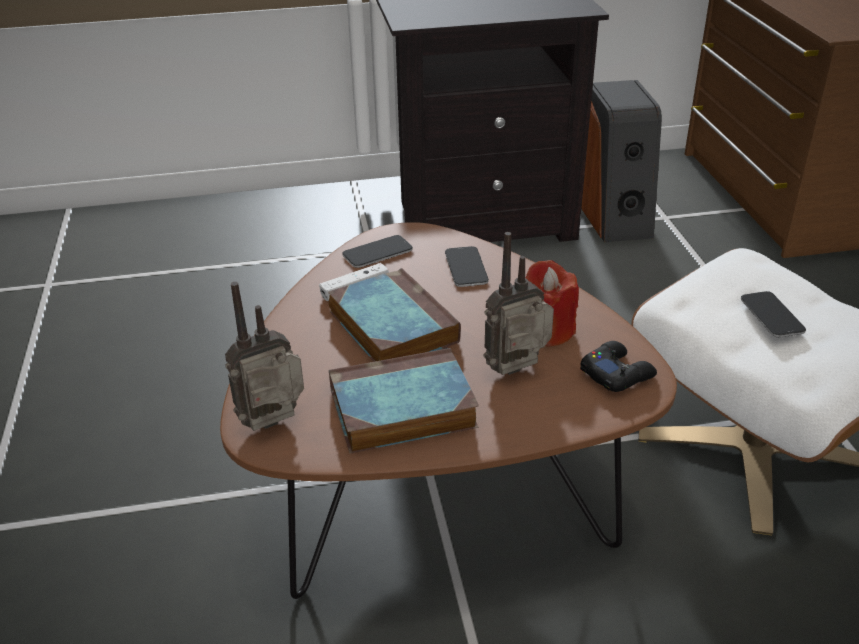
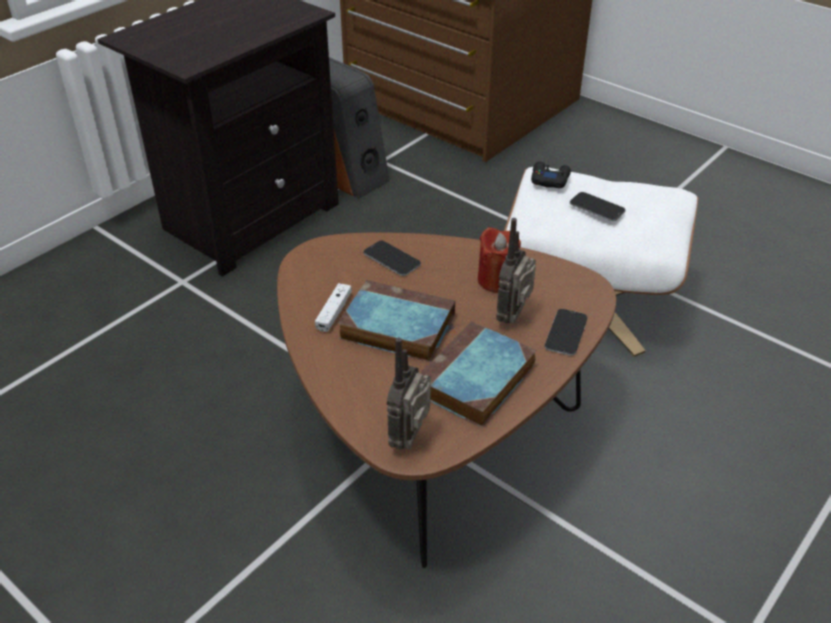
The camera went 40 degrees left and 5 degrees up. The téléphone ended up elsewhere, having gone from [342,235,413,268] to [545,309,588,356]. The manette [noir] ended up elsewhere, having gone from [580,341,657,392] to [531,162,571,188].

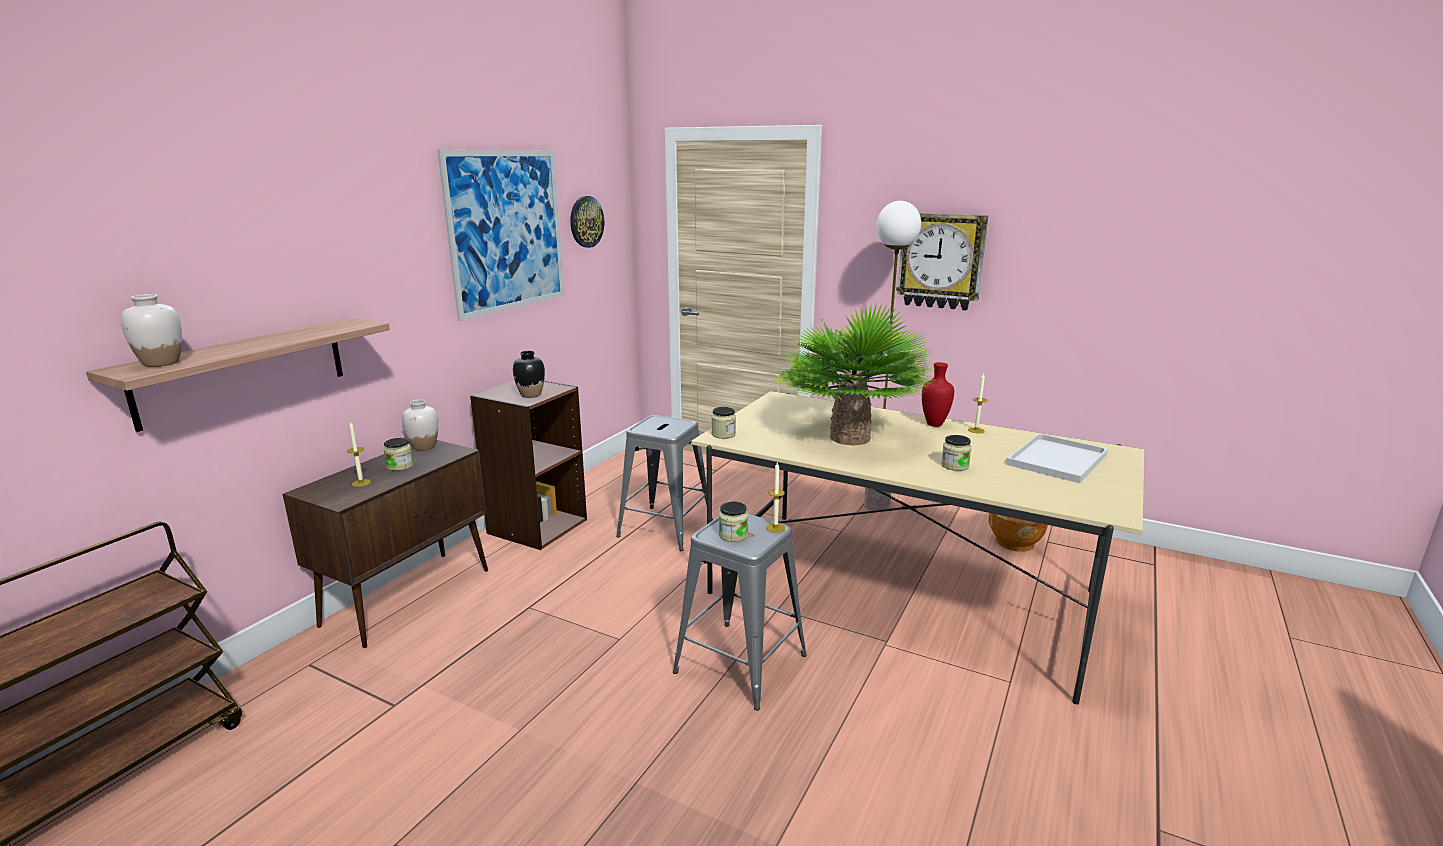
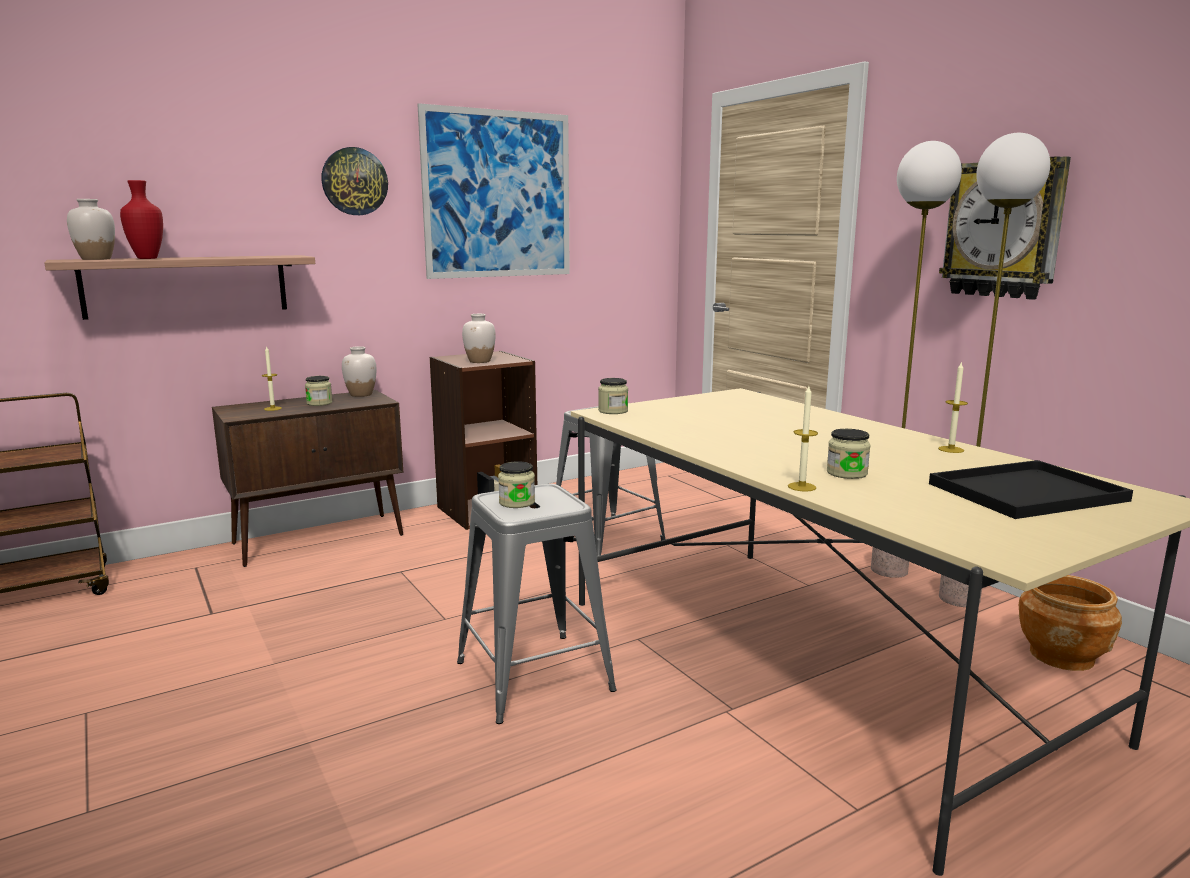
The camera went 30 degrees right and 5 degrees down. The second view lost the plante en pot at [772,303,936,446]. The second view gained the lampadaire at [939,133,1050,607]. The horloge murale ended up elsewhere, having gone from [570,196,604,248] to [321,147,388,215]. The bougie ended up elsewhere, having gone from [766,461,785,533] to [788,386,818,492]. The vase [rouge] ended up elsewhere, having gone from [922,362,954,427] to [120,180,163,259]. What was the vase [noir] at [513,351,545,398] turned into the vase [blanc] at [462,314,496,363]. What was the plateau [blanc] at [1006,433,1108,483] turned into the plateau [noir] at [929,460,1133,519].

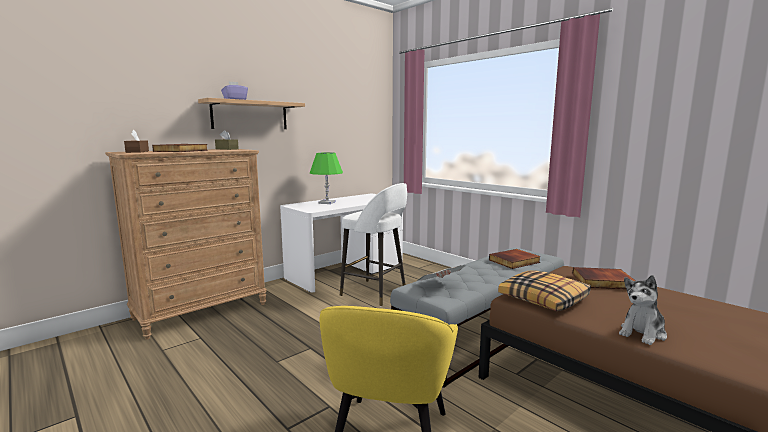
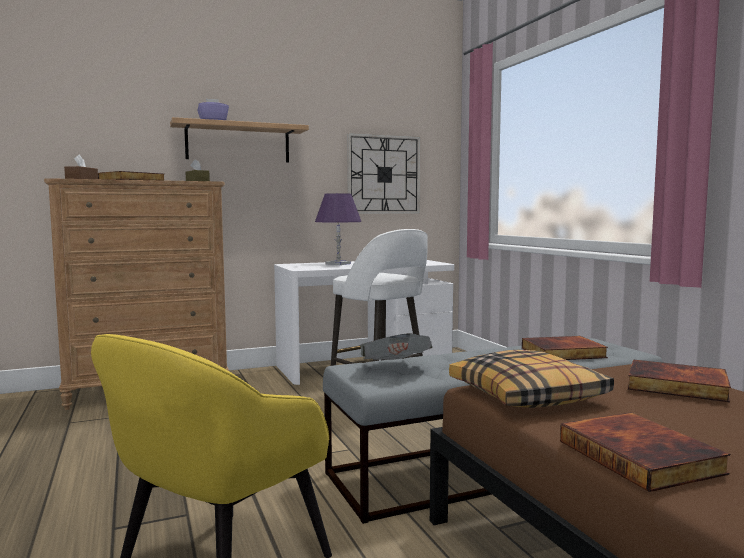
The camera went 20 degrees right and 5 degrees down. The second view gained the horloge murale at [347,133,421,214]. Where the peluche stood at [619,275,667,345], the livre came to stand at [560,412,730,492]. What was the lampe de table [vert] at [310,152,343,204] turned into the lampe de table [violet] at [315,193,361,265].

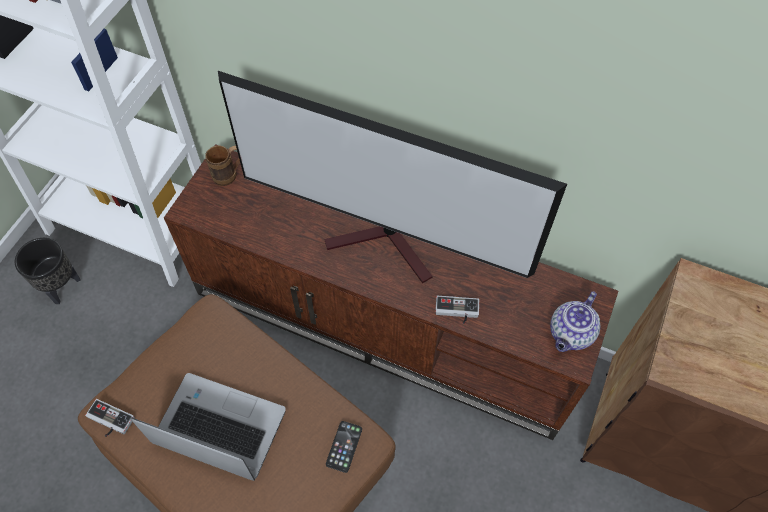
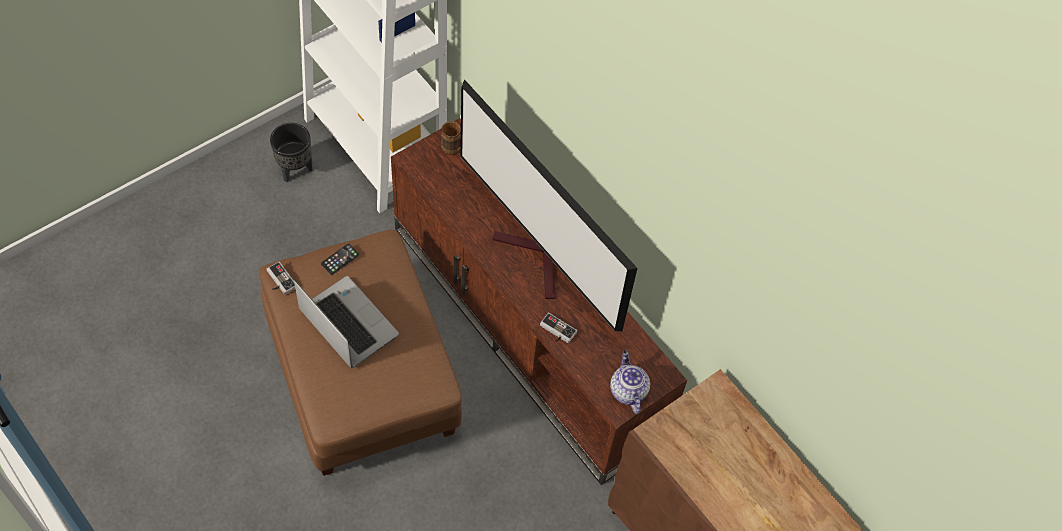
The camera went 25 degrees right and 0 degrees up. The téléphone ended up elsewhere, having gone from [326,421,362,473] to [321,244,359,275]. The théière at [550,291,600,352] ended up facing another way, 105 degrees clockwise from before.

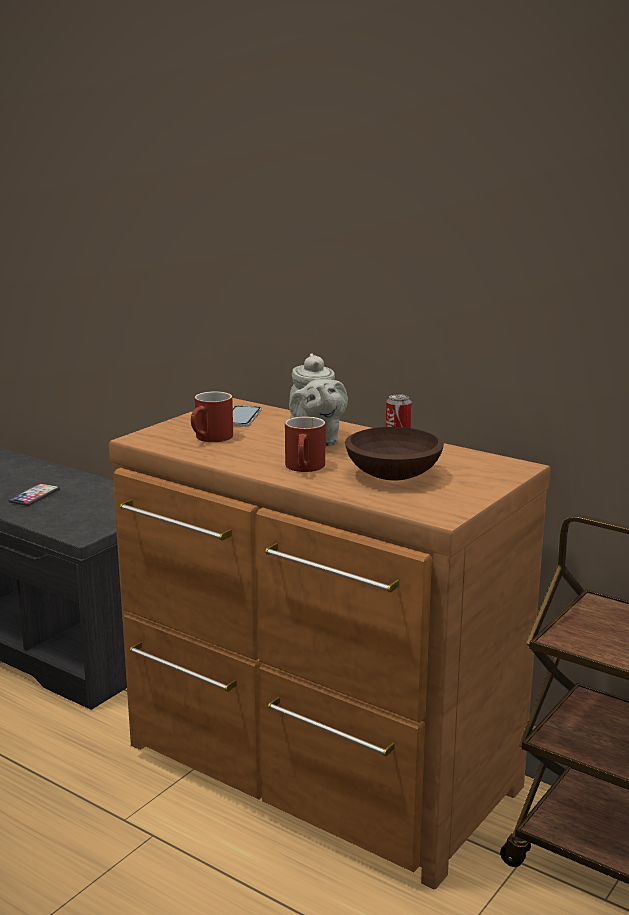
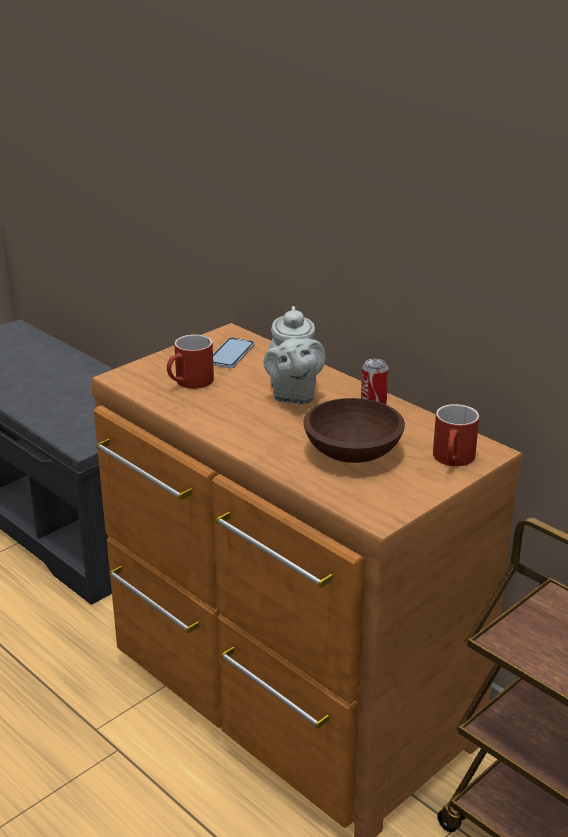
The camera went 10 degrees right and 10 degrees up. The second view lost the téléphone at [9,483,60,506]. The mug [rouge] ended up elsewhere, having gone from [285,417,325,472] to [433,404,479,466].

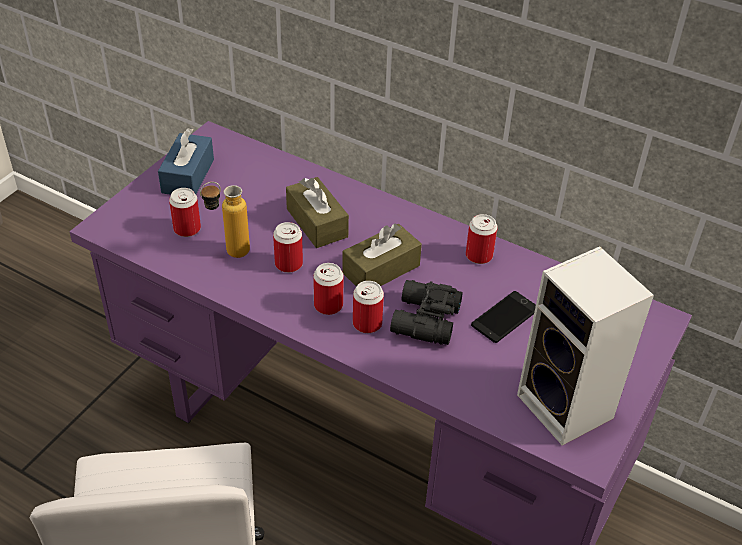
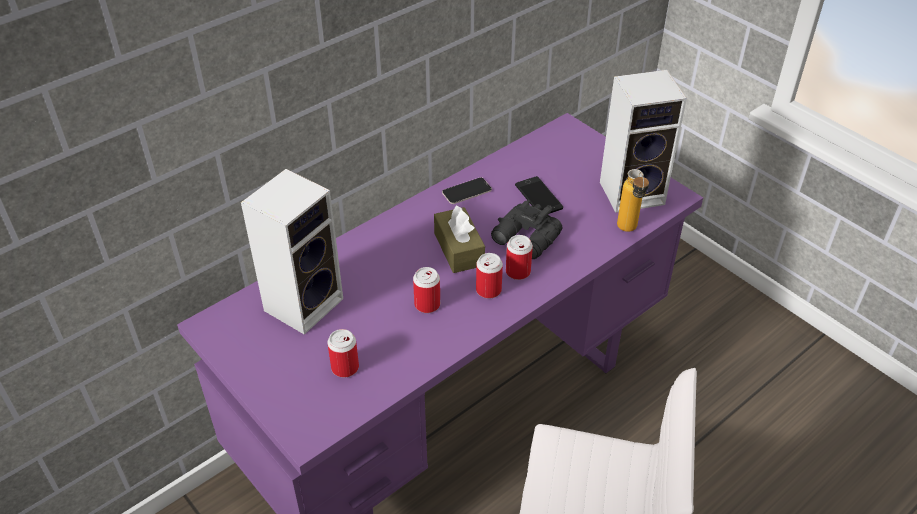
The camera went 70 degrees left and 0 degrees up. The second view lost the boîte à mouchoirs [bleu] at [158,128,214,195]. The second view lost the boîte à mouchoirs [marron] at [286,177,349,248]. The second view gained the enceinte at [241,169,343,335]. The bouteille ended up elsewhere, having gone from [200,182,250,258] to [617,169,649,232]. Where the boîte métallique stood at [466,214,498,264], the téléphone came to stand at [442,177,492,204].

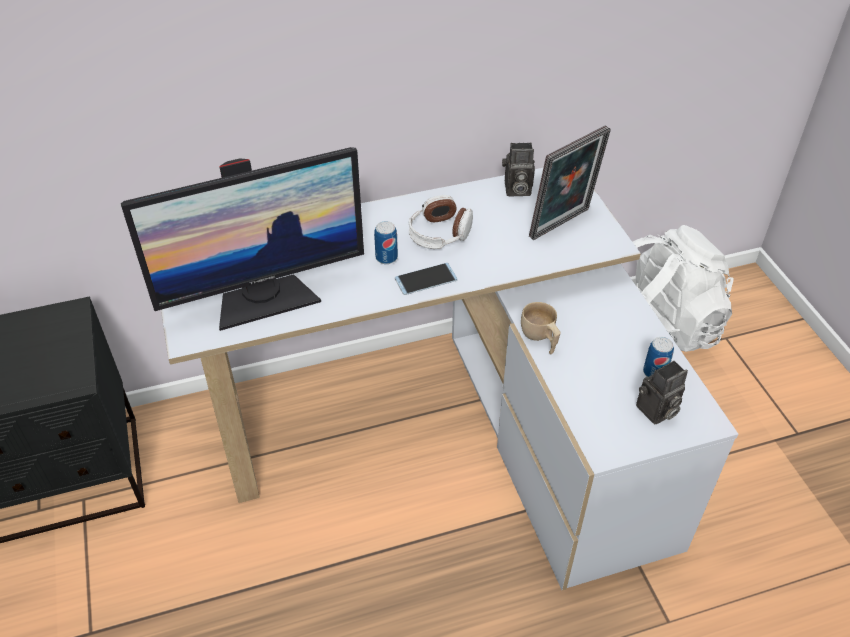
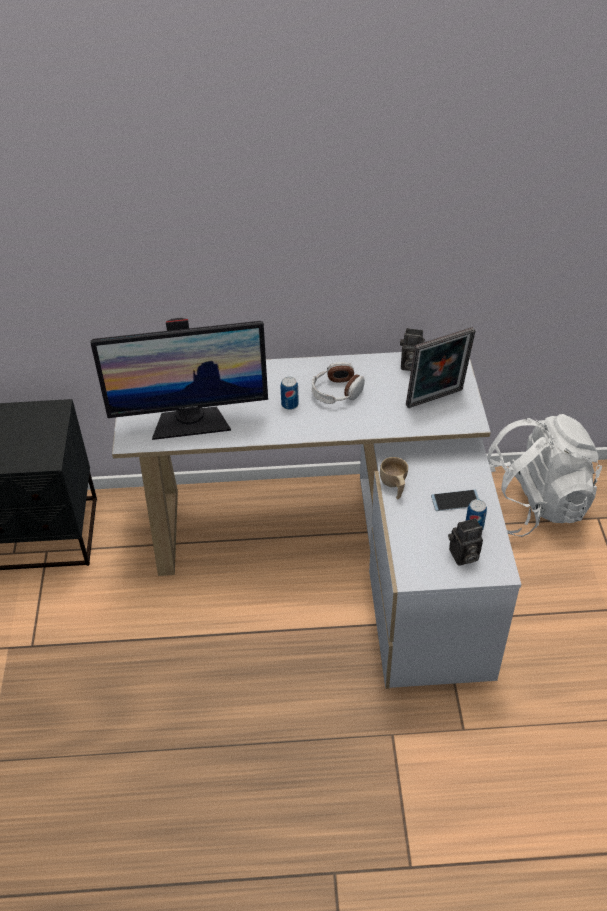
The camera went 15 degrees right and 0 degrees up. The téléphone ended up elsewhere, having gone from [395,263,458,295] to [431,490,480,511].

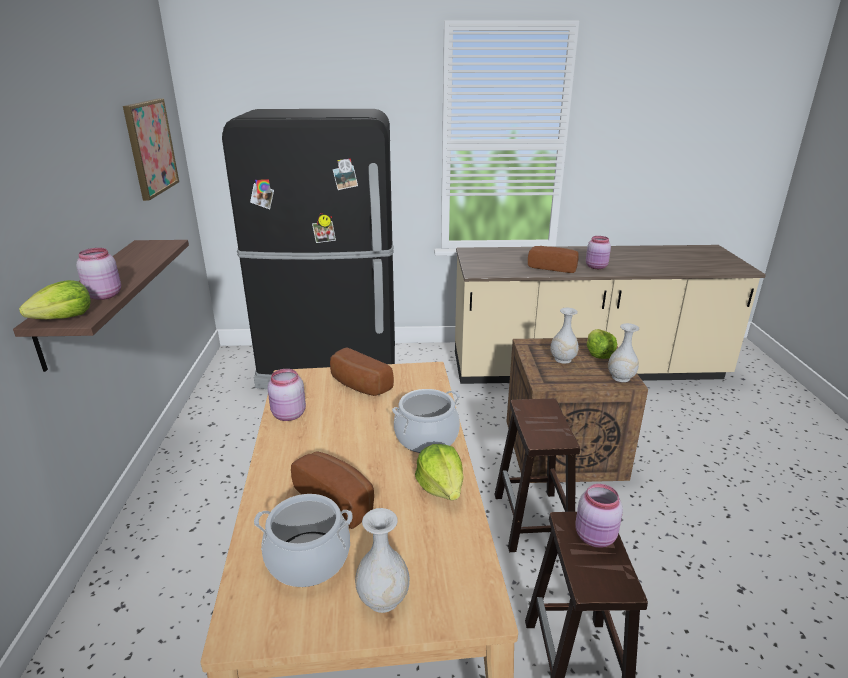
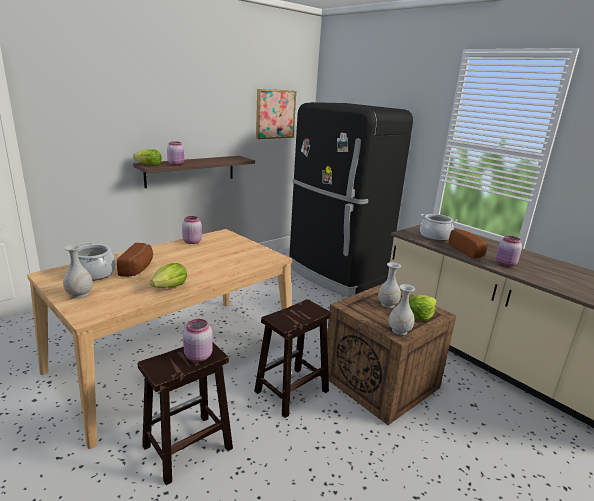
The camera went 50 degrees right and 5 degrees down. The second view lost the pain at [330,347,394,396]. The marmite ended up elsewhere, having gone from [392,389,460,453] to [420,214,458,241].

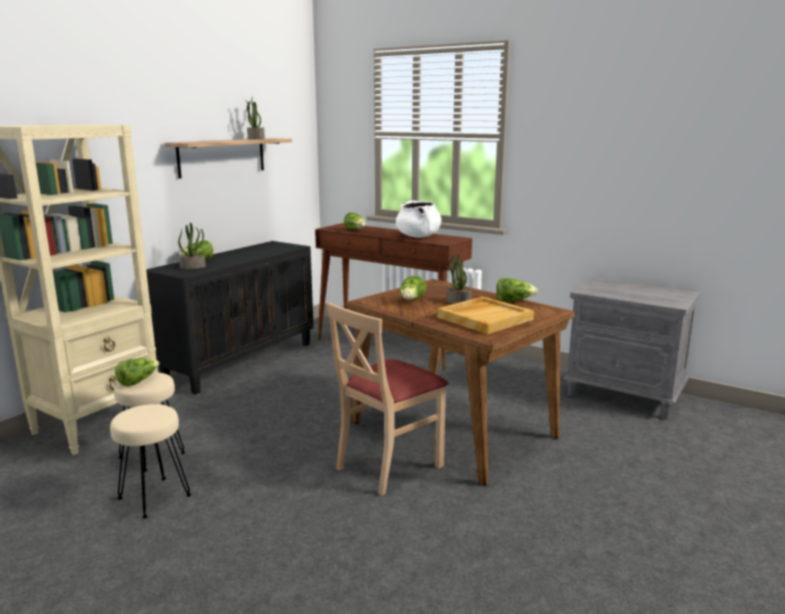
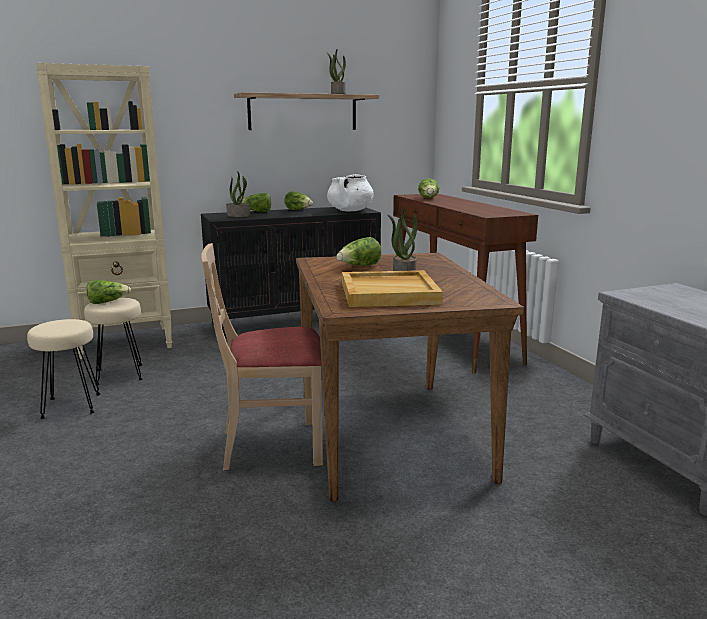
The camera went 35 degrees right and 0 degrees up. The marmite [blanc] ended up elsewhere, having gone from [396,200,441,238] to [327,174,374,211]. The laitue ended up elsewhere, having gone from [496,278,538,302] to [284,191,313,210].

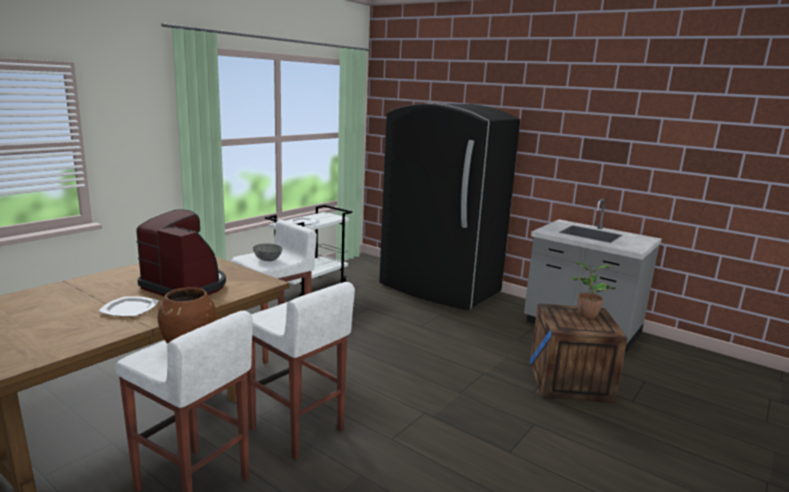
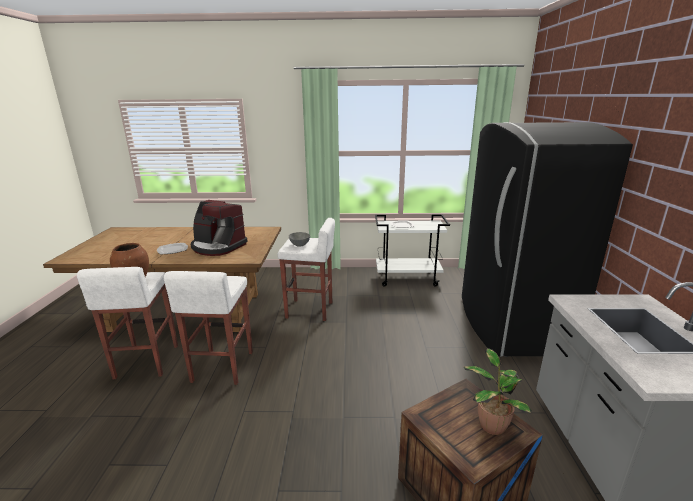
The camera went 55 degrees right and 5 degrees up. The machine à café at [136,210,226,297] ended up facing another way, 120 degrees clockwise from before.

